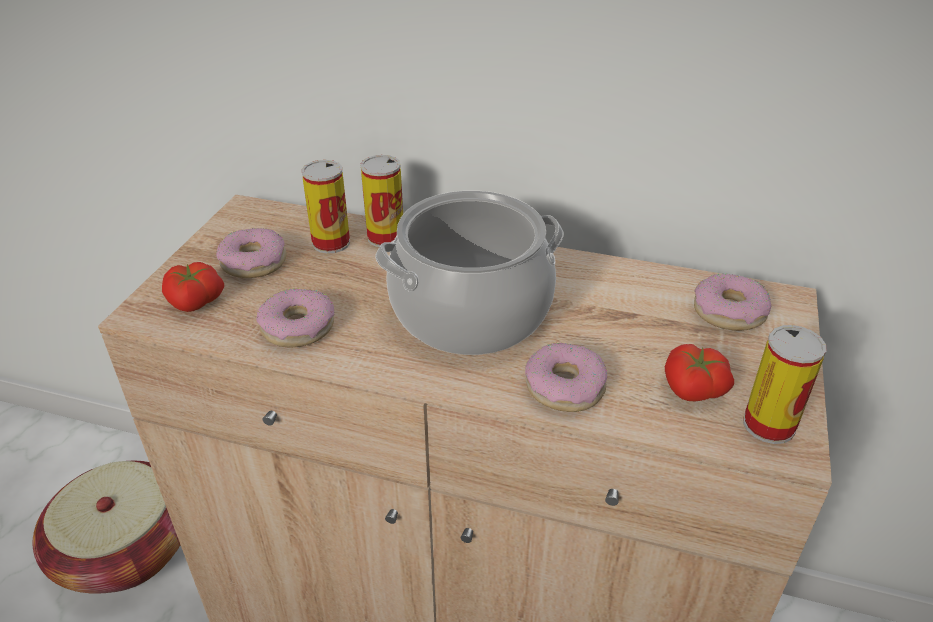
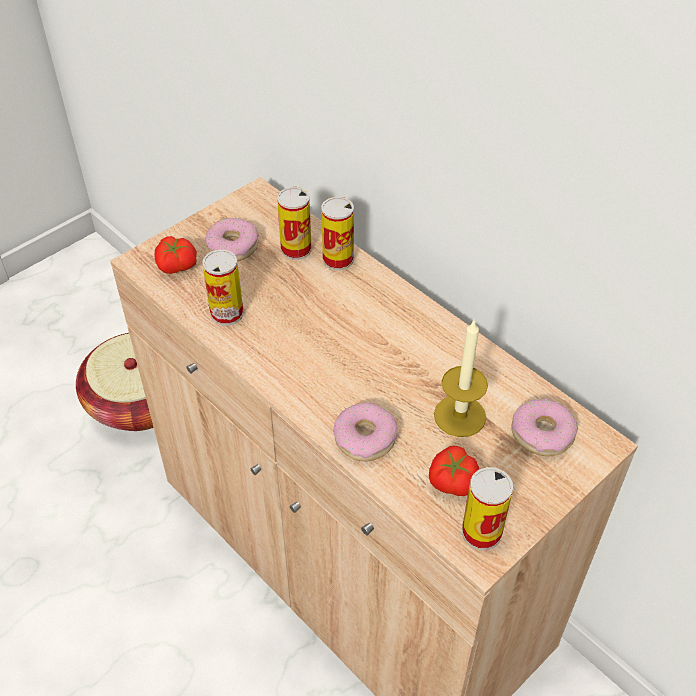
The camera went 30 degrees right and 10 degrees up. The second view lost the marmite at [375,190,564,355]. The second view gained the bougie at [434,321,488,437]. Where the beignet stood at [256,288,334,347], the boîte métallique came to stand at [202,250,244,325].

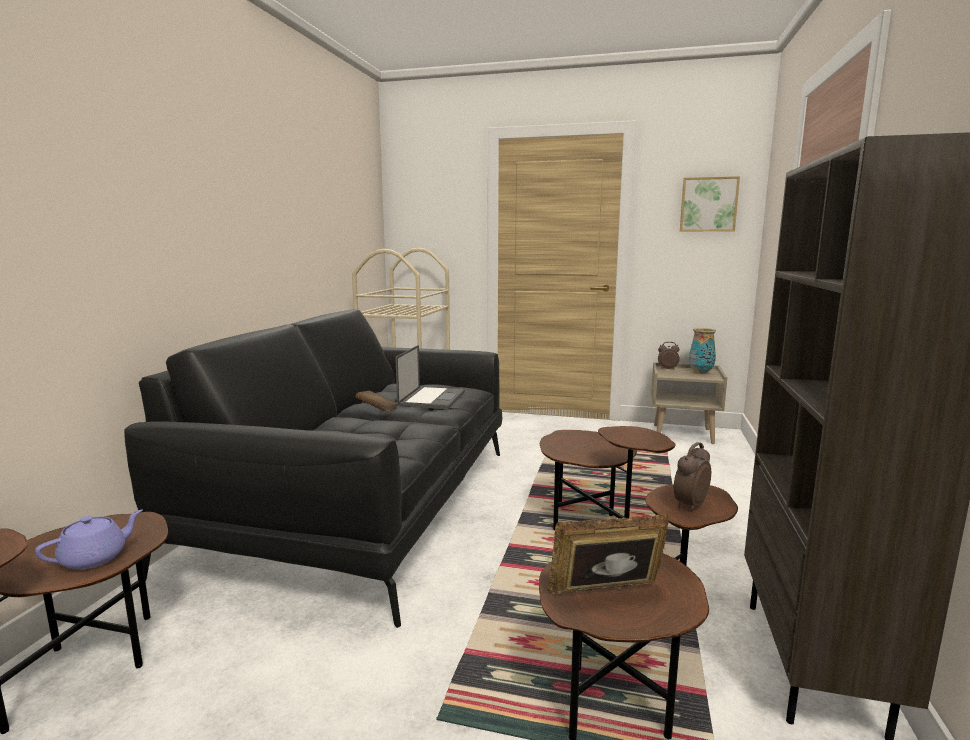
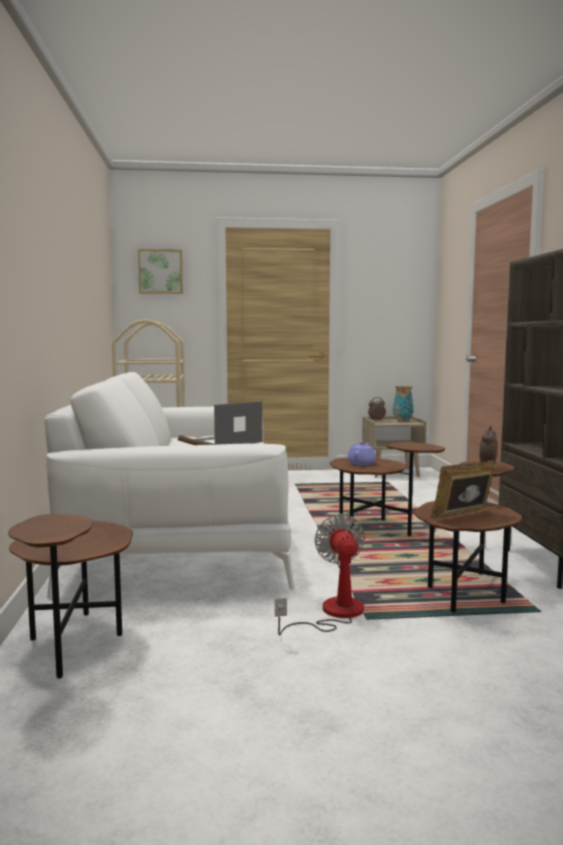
The camera went 20 degrees left and 5 degrees down. The second view gained the ventilateur at [275,514,365,636]. The théière [violet] ended up elsewhere, having gone from [35,509,143,570] to [347,442,376,465]. The tableau ended up elsewhere, having gone from [680,176,740,231] to [138,249,183,294]. What was the canapé [noir] at [124,309,502,628] turned into the canapé [blanc] at [44,372,295,599]. The ordinateur portable at [395,345,465,409] ended up facing another way, 120 degrees counterclockwise from before.

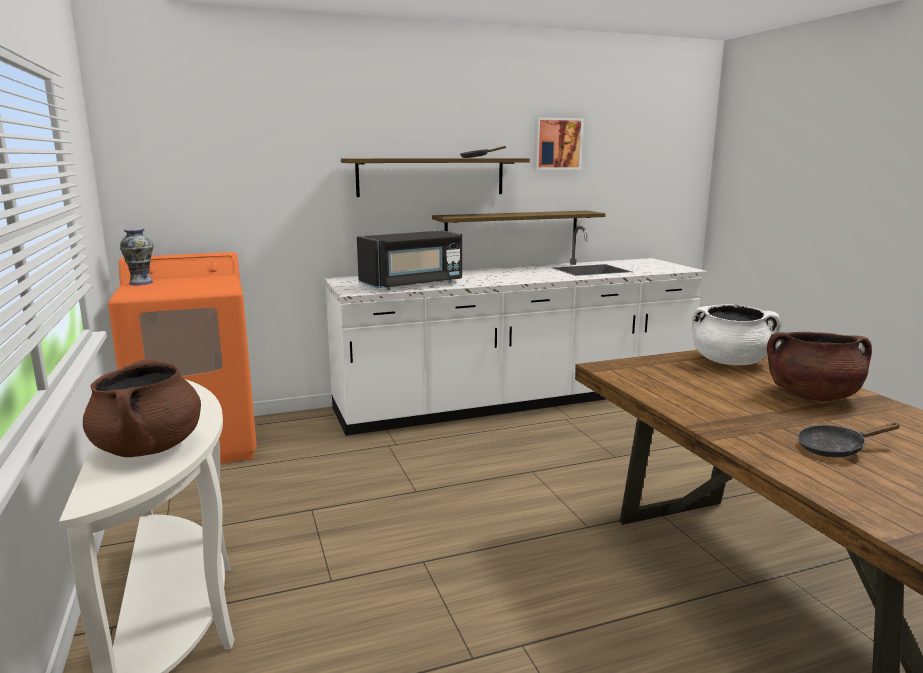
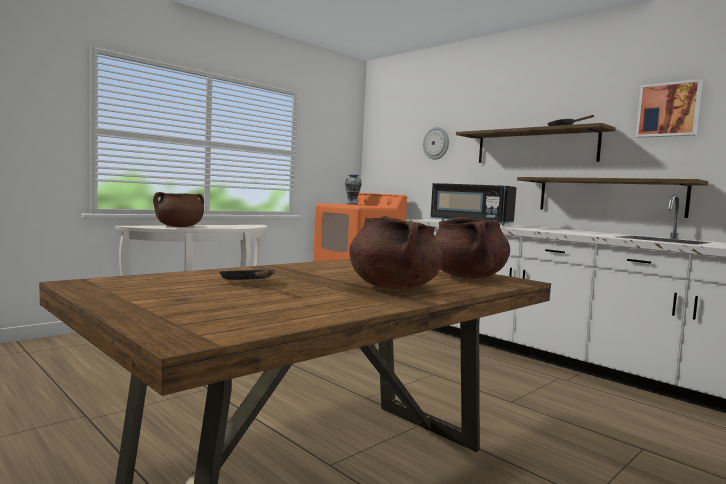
The camera went 65 degrees right and 10 degrees down. The second view gained the horloge murale at [423,127,449,160]. What was the marmite [blanc] at [692,304,781,365] turned into the marmite [marron] at [435,217,510,279].

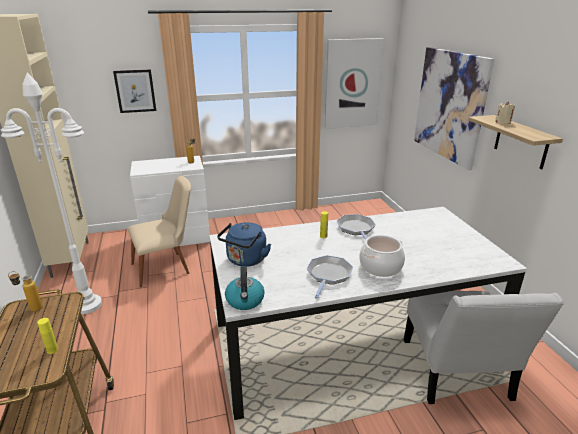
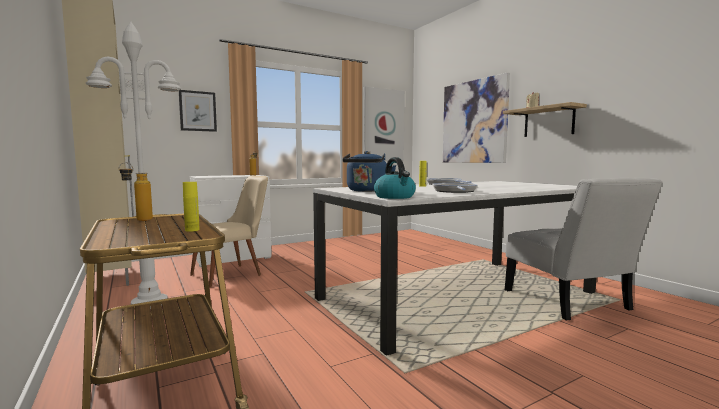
The camera went 15 degrees left and 20 degrees down. The second view lost the marmite at [359,235,405,277].

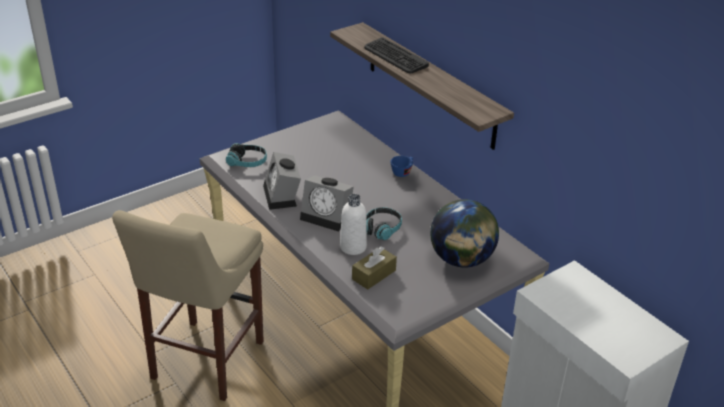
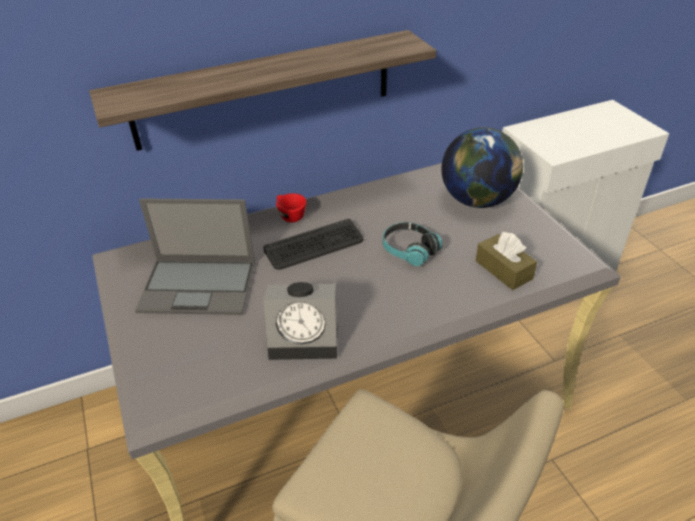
The camera went 75 degrees left and 5 degrees up. The second view lost the casque audio at [226,143,267,167]. The second view lost the réveil at [300,175,354,232]. The second view lost the bouteille [blanc] at [340,194,367,255]. The second view gained the ordinateur portable at [135,198,255,315]. The clavier ended up elsewhere, having gone from [364,37,429,73] to [263,219,364,270]. What was the tasse [bleu] at [390,156,413,177] turned into the tasse [rouge] at [276,193,307,222].

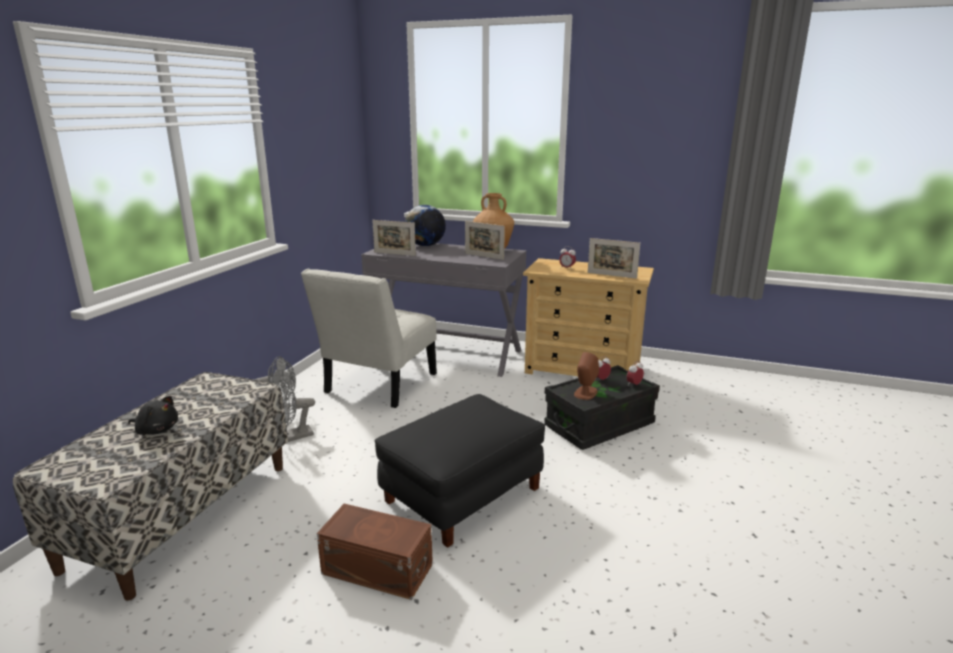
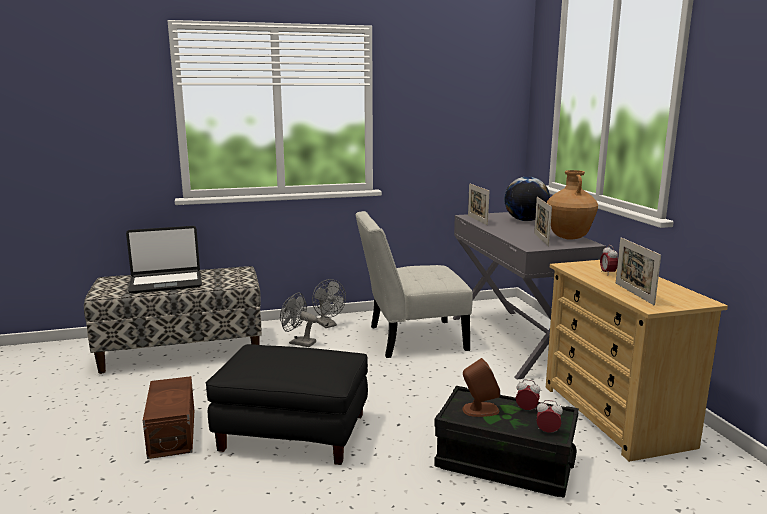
The camera went 55 degrees right and 5 degrees down. Where the peluche [noir] stood at [128,396,178,435], the ordinateur portable came to stand at [126,226,202,294].

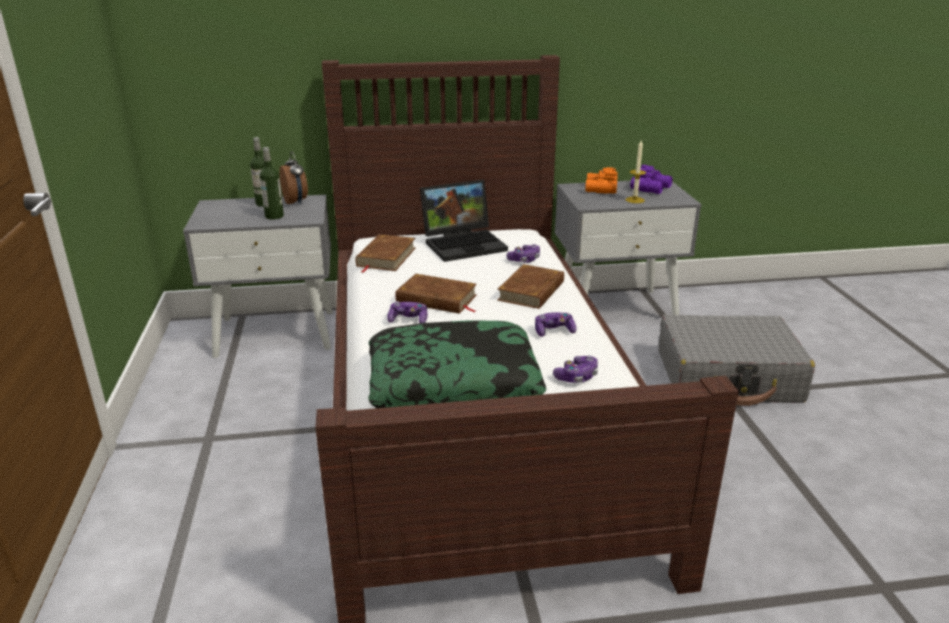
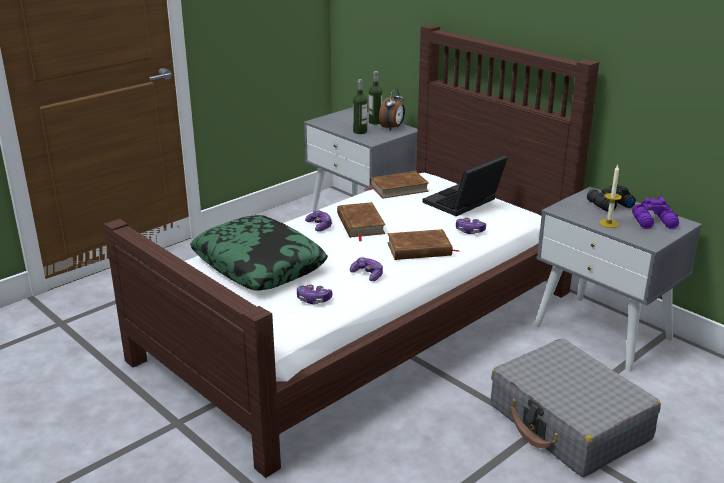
The camera went 55 degrees right and 0 degrees up. What was the jumelles [orange] at [585,167,618,194] turned into the jumelles [noir] at [587,185,636,212]. The ordinateur portable at [420,180,508,262] ended up facing another way, 105 degrees clockwise from before.

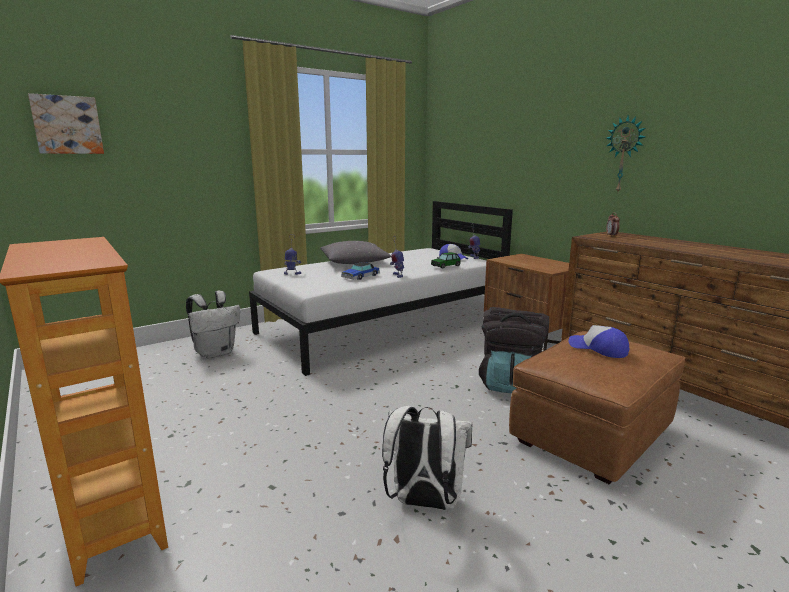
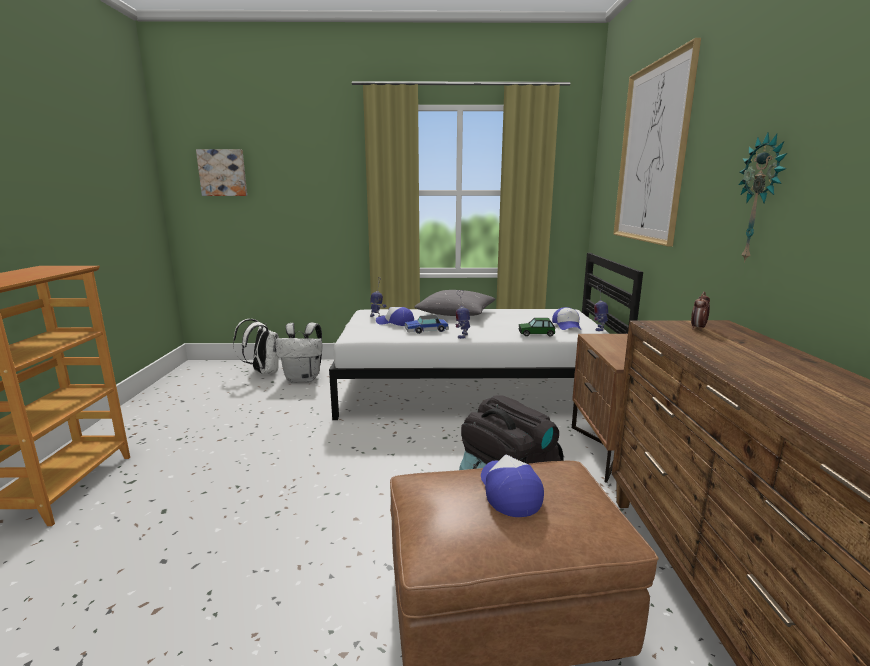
The camera went 35 degrees right and 0 degrees up. The second view gained the casquette at [376,307,414,326]. The second view gained the tableau at [613,38,701,246]. The sac à dos [blanc] ended up elsewhere, having gone from [382,406,472,510] to [233,319,279,374].

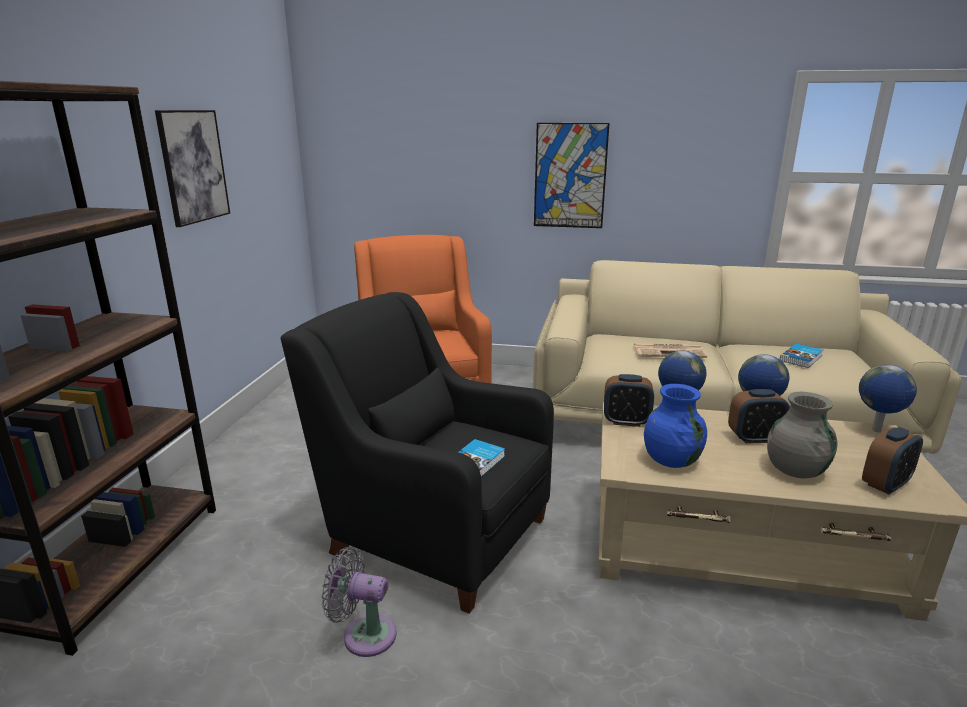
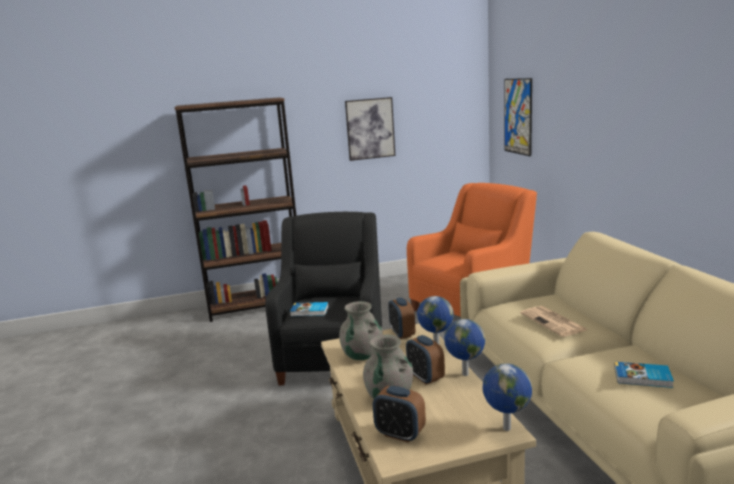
The camera went 65 degrees right and 5 degrees down. The second view lost the ventilateur [gris] at [322,547,397,657]. The tableau ended up elsewhere, having gone from [534,123,610,228] to [504,78,532,156]. What was the vase [bleu] at [644,384,707,468] turned into the vase [gris] at [339,301,383,360].

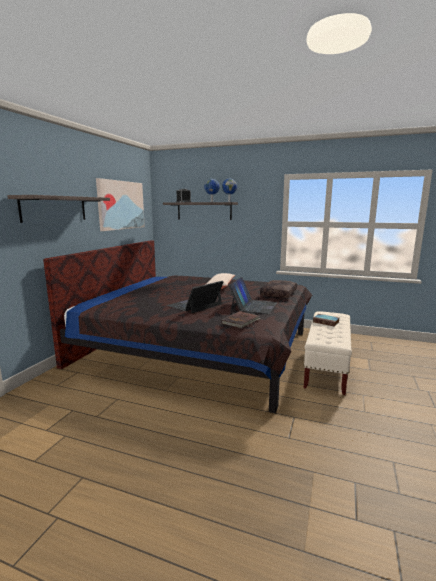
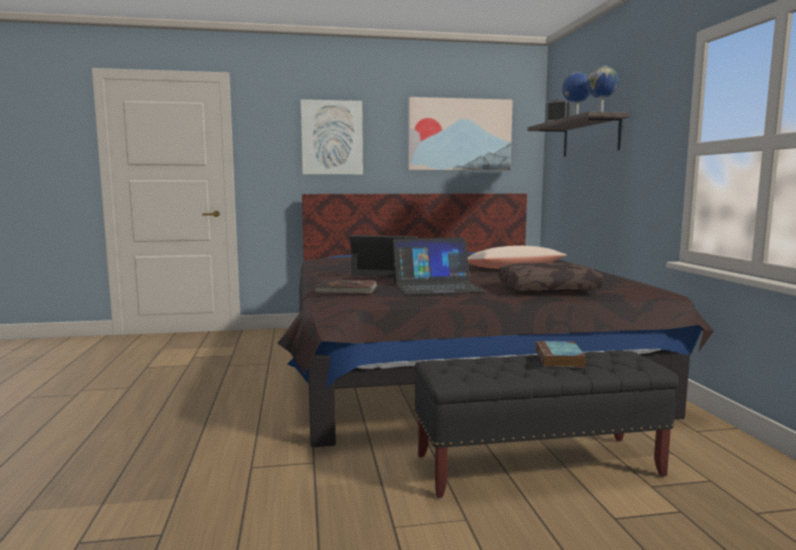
The camera went 60 degrees right and 5 degrees down. Where the étagère hung at [7,195,110,223], the tableau came to hang at [301,99,363,175]. What was the banc [beige] at [304,312,352,395] turned into the banc [noir] at [414,350,679,498].

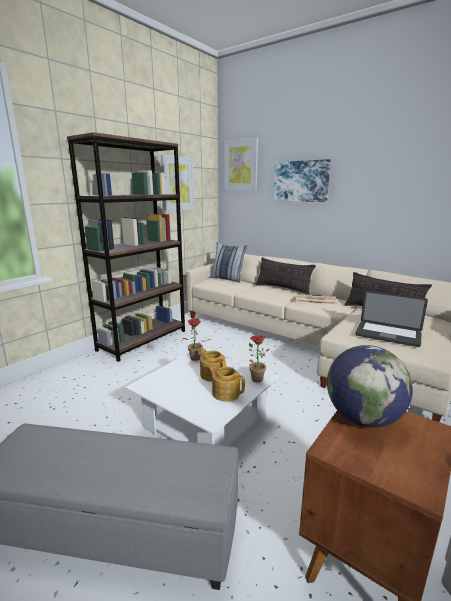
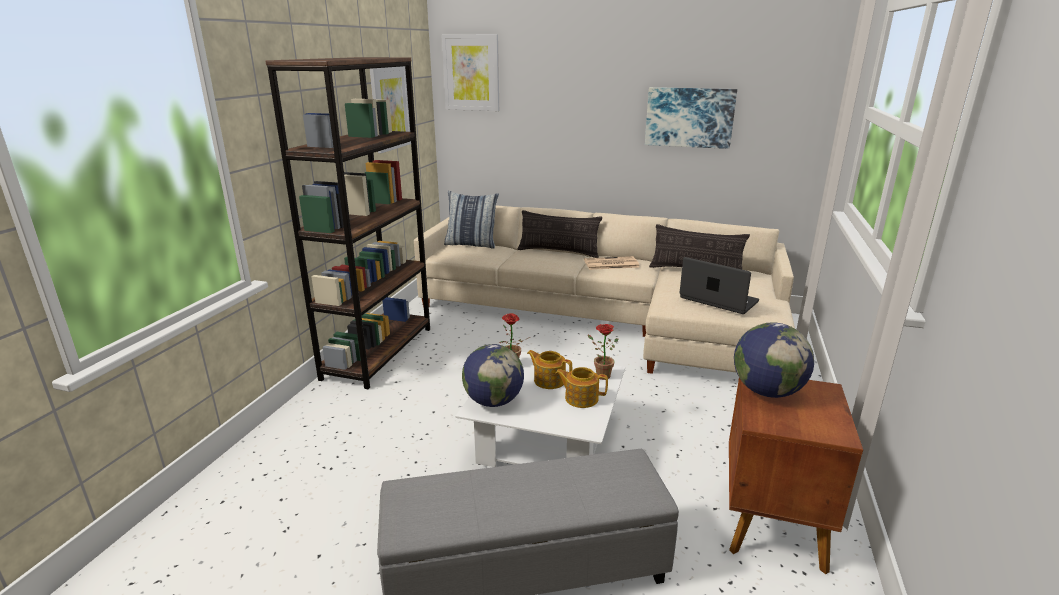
The camera went 20 degrees left and 5 degrees up. The second view gained the globe at [462,344,524,407]. The tableau ended up elsewhere, having gone from [274,159,331,202] to [645,87,737,149]. The ordinateur portable at [355,291,428,347] ended up facing another way, 150 degrees counterclockwise from before.

